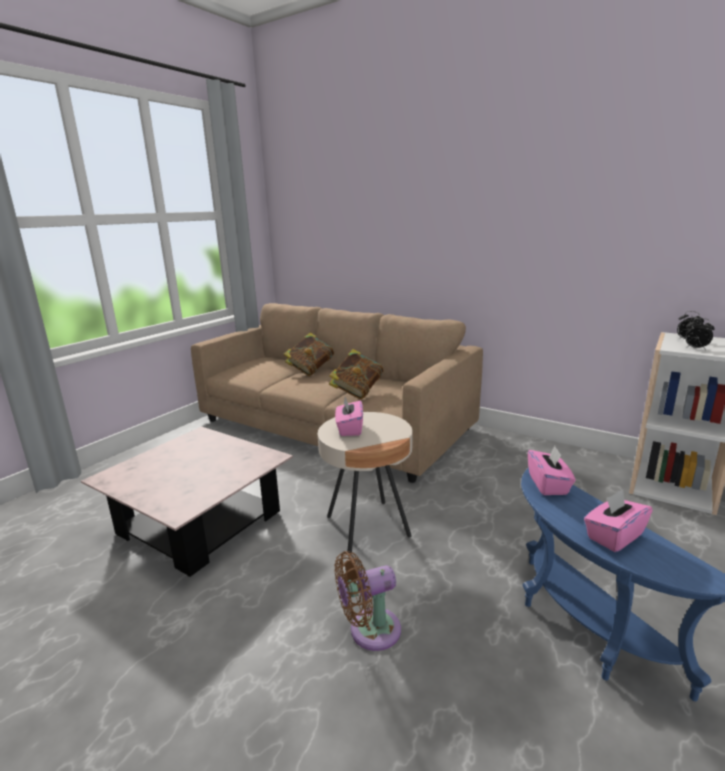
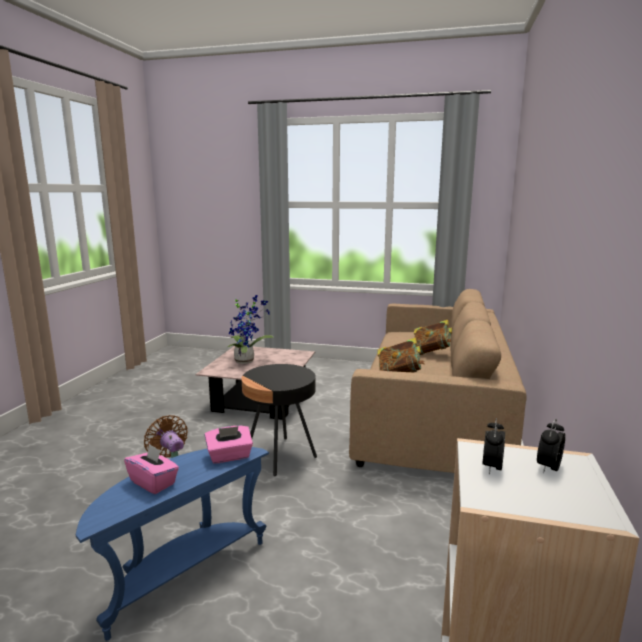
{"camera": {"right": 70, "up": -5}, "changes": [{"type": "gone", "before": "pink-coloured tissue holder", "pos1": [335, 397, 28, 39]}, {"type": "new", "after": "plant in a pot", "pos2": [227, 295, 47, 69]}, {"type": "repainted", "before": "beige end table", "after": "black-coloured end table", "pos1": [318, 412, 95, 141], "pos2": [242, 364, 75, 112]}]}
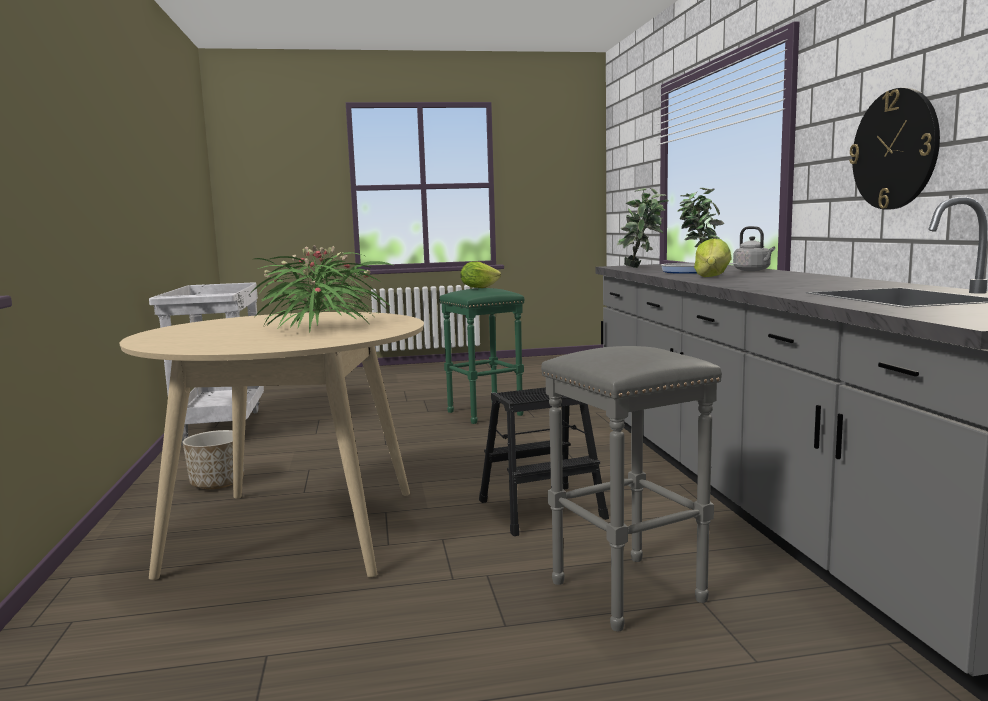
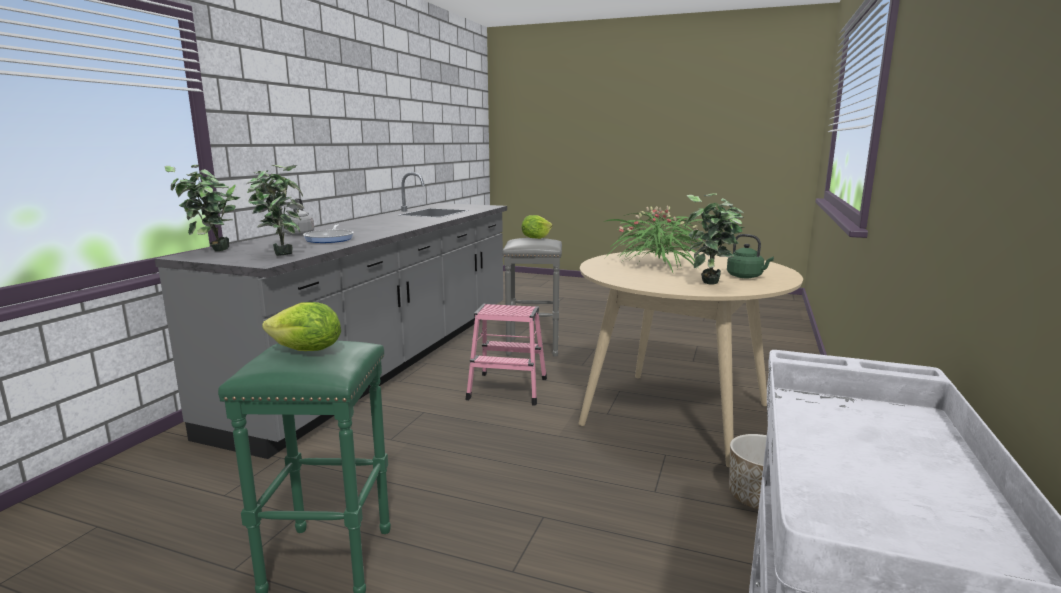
{"camera": {"right": -150, "up": 5}, "changes": [{"type": "gone", "before": "wall clock", "pos1": [849, 88, 91, 122]}, {"type": "new", "after": "plant in a pot", "pos2": [685, 193, 60, 92]}, {"type": "new", "after": "greenish tea kettle", "pos2": [727, 234, 47, 44]}, {"type": "shifted", "before": "lettuce head", "pos1": [694, 238, 38, 39], "pos2": [521, 215, 32, 24]}, {"type": "repainted", "before": "black-coloured step ladder", "after": "pink-coloured step ladder", "pos1": [479, 387, 130, 149], "pos2": [465, 304, 82, 102]}]}
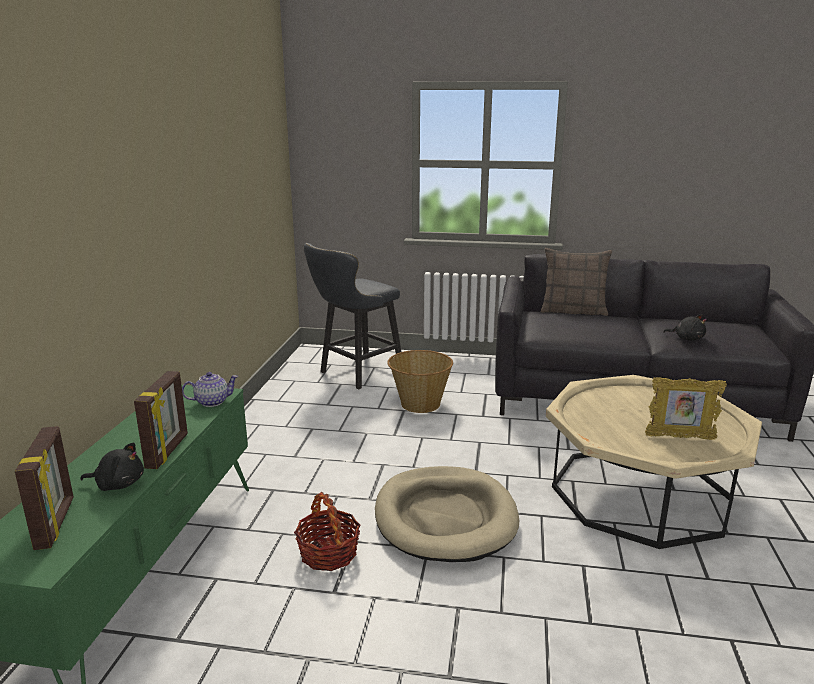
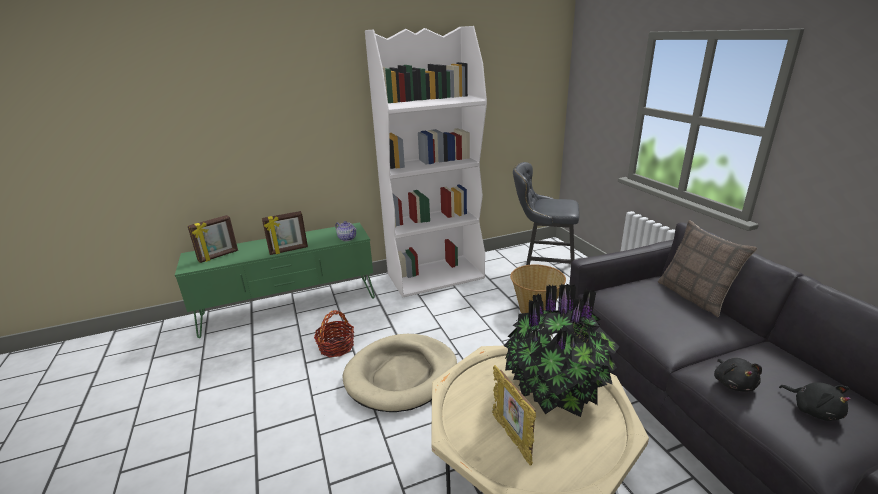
{"camera": {"right": 60, "up": 5}, "changes": [{"type": "new", "after": "white-coloured bookshelf", "pos2": [365, 26, 122, 272]}, {"type": "new", "after": "plant in a pot", "pos2": [503, 284, 117, 133]}, {"type": "shifted", "before": "black-coloured plush toy", "pos1": [80, 442, 64, 49], "pos2": [779, 382, 72, 39]}]}
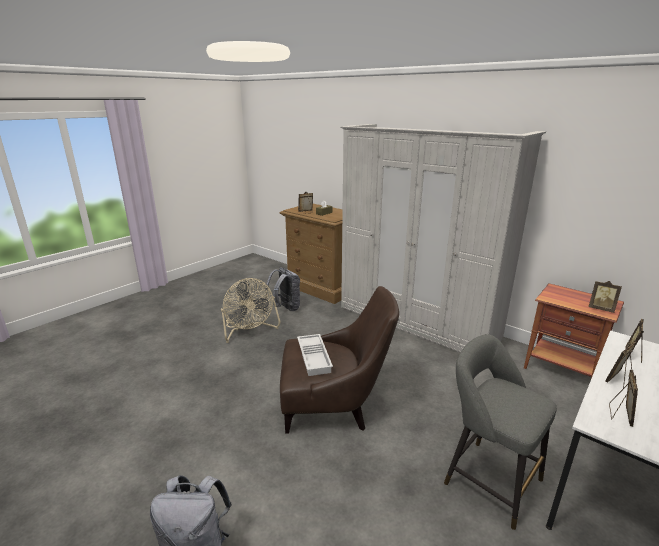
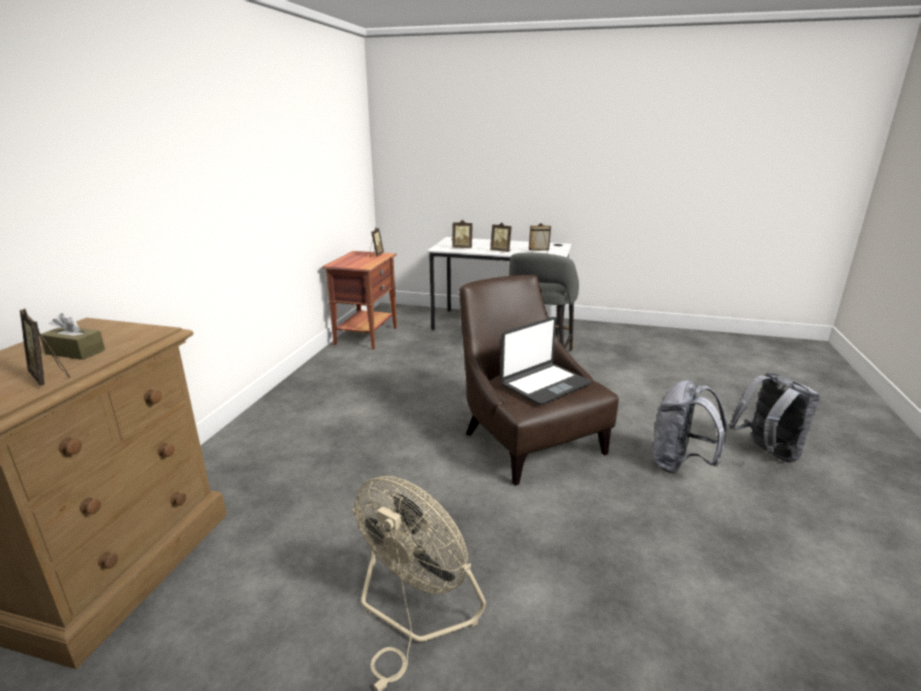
{"camera": {"right": -115, "up": 0}, "changes": [{"type": "gone", "before": "white-coloured wardrobe", "pos1": [340, 124, 206, 229]}, {"type": "shifted", "before": "greyish backpack", "pos1": [265, 268, 35, 43], "pos2": [653, 380, 74, 93]}, {"type": "swapped", "before": "white-coloured carrying tray", "after": "portable computer", "pos1": [297, 334, 36, 42], "pos2": [500, 317, 92, 88]}]}
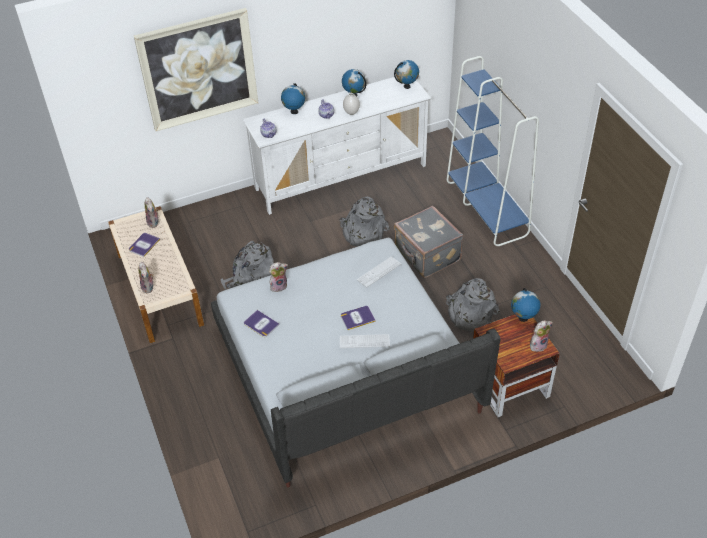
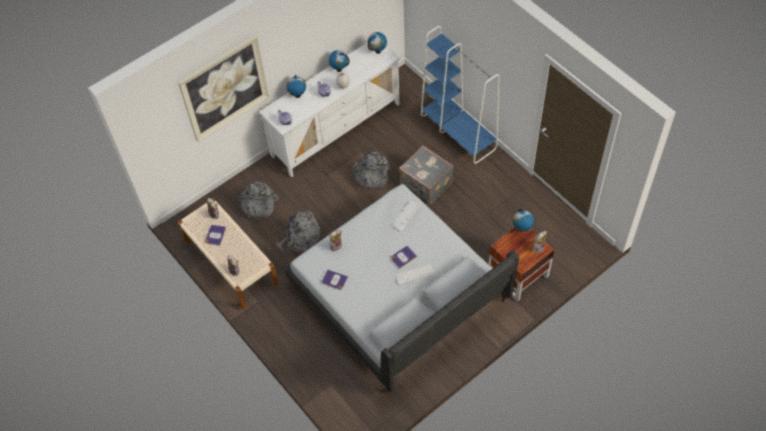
{"camera": {"right": -15, "up": 10}, "changes": [{"type": "shifted", "before": "greyish backpack", "pos1": [446, 278, 54, 54], "pos2": [237, 181, 42, 38]}]}
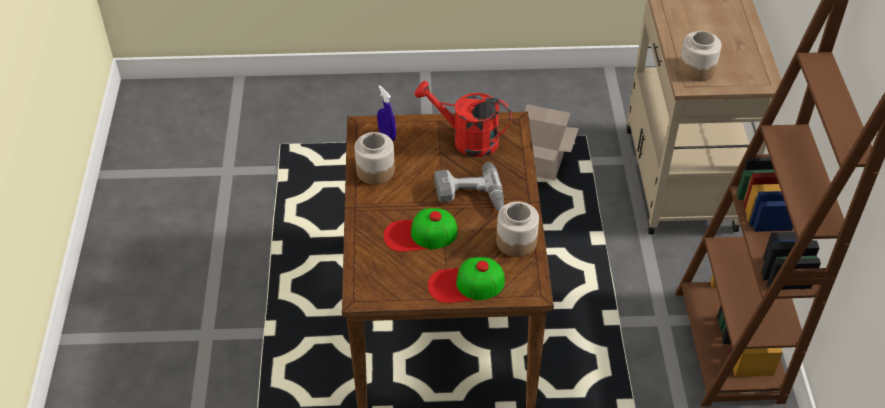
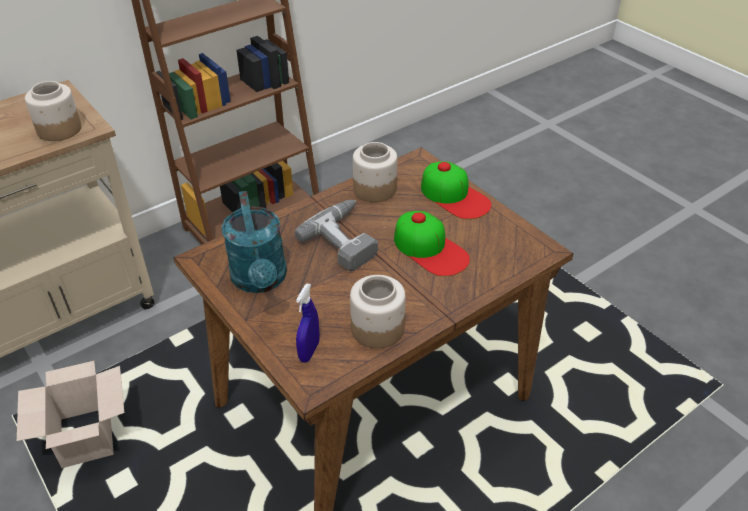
{"camera": {"right": -125, "up": -5}, "changes": [{"type": "repainted", "before": "reddish watering can", "after": "blue-green watering can", "pos1": [415, 81, 97, 76], "pos2": [221, 191, 66, 102]}]}
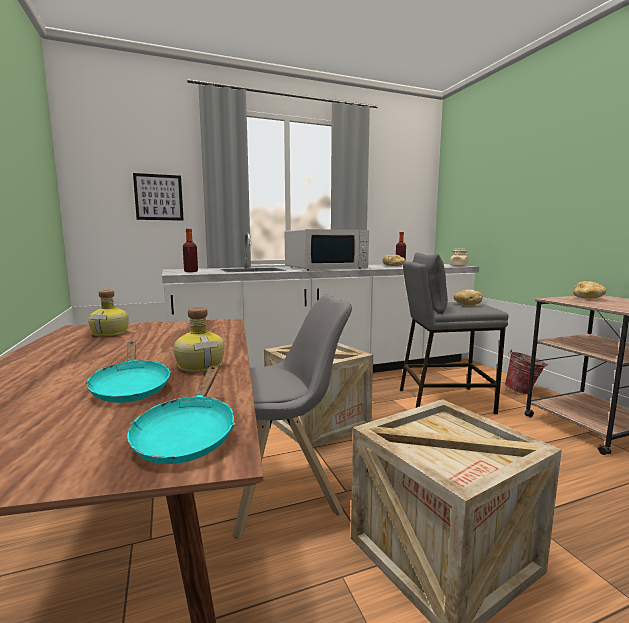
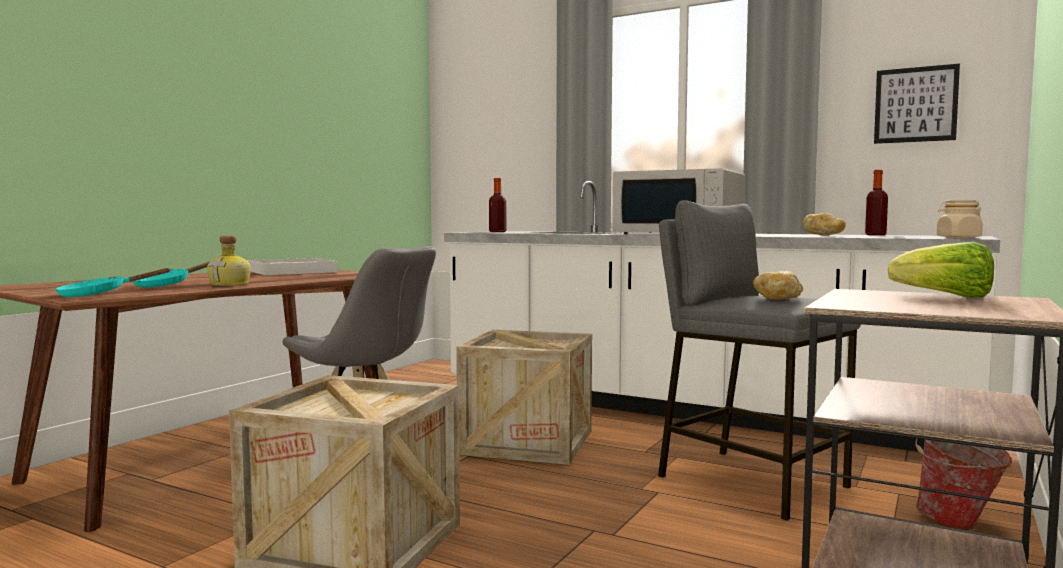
{"camera": {"right": 50, "up": -5}, "changes": [{"type": "shifted", "before": "wall picture", "pos1": [133, 173, 51, 48], "pos2": [874, 64, 86, 80]}, {"type": "swapped", "before": "beverage bottle", "after": "white-coloured carrying tray", "pos1": [88, 290, 41, 46], "pos2": [247, 258, 91, 17]}, {"type": "swapped", "before": "bakery bread", "after": "lettuce head", "pos1": [573, 281, 33, 18], "pos2": [888, 242, 106, 56]}]}
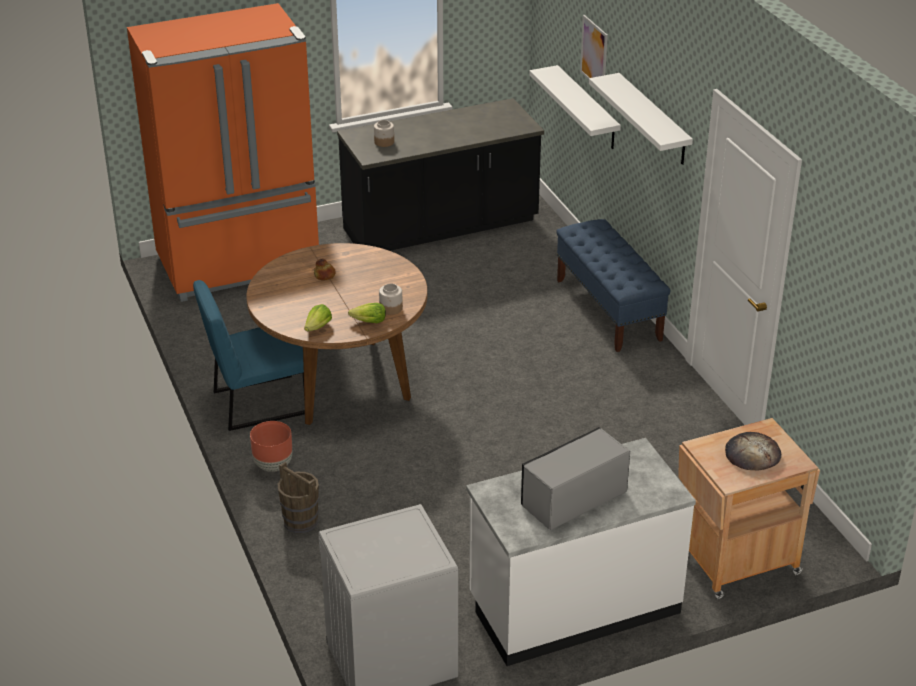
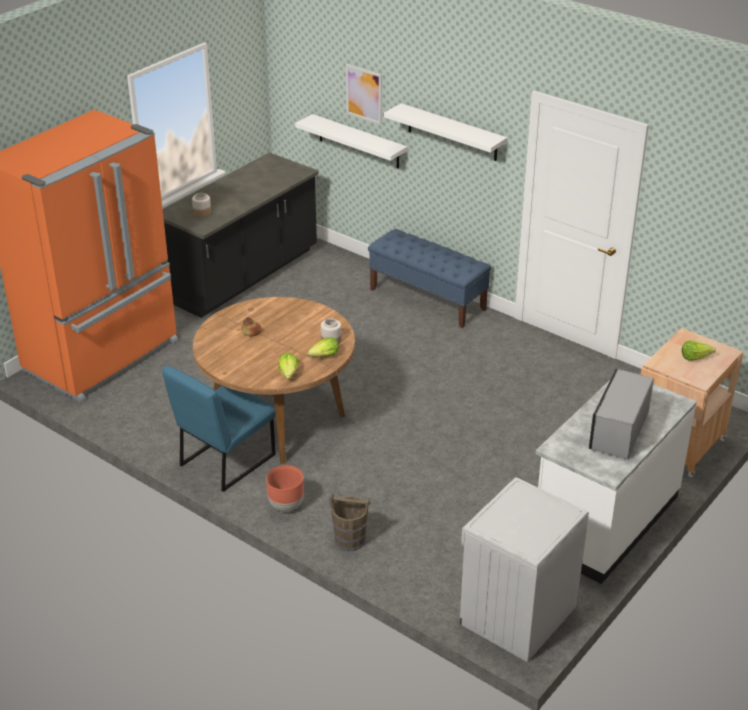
{"camera": {"right": -30, "up": 0}, "changes": [{"type": "swapped", "before": "bakery bread", "after": "lettuce head", "pos1": [725, 432, 56, 39], "pos2": [682, 341, 34, 20]}]}
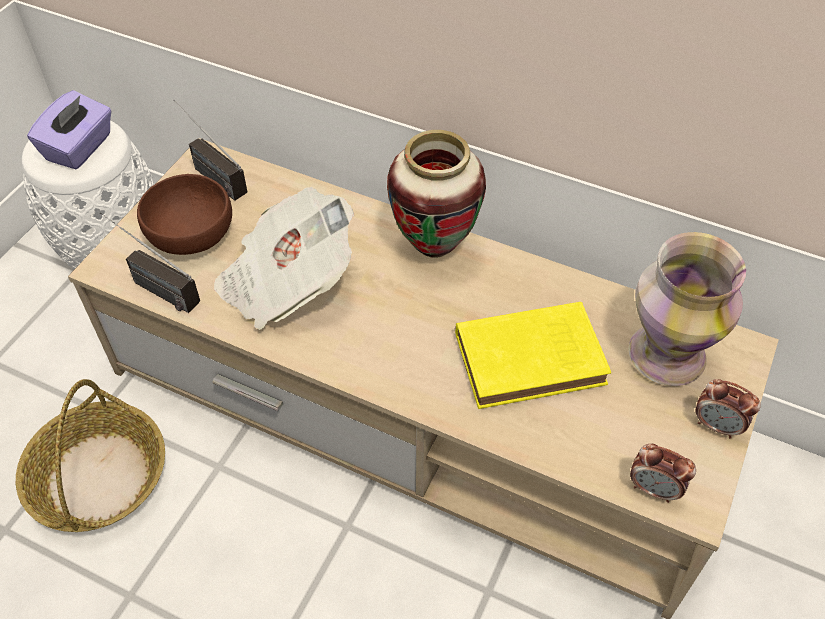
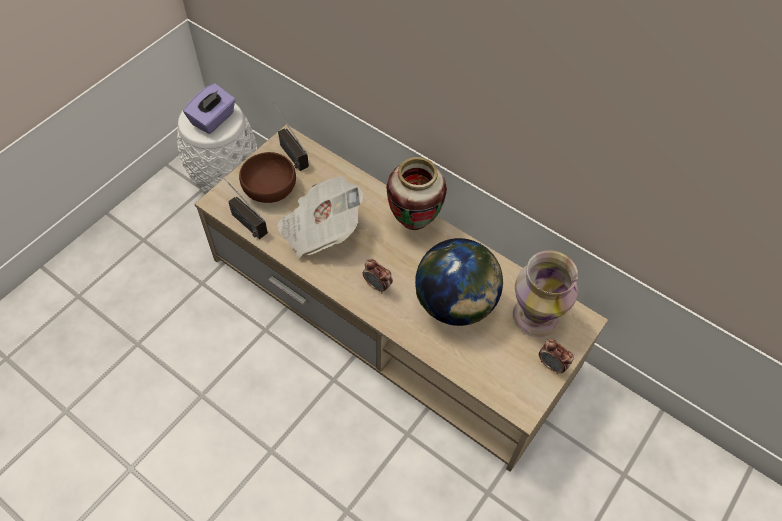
{"camera": {"right": 10, "up": 5}, "changes": [{"type": "gone", "before": "storage basket", "pos1": [16, 379, 149, 153]}, {"type": "shifted", "before": "table clock", "pos1": [630, 444, 66, 59], "pos2": [363, 259, 30, 34]}, {"type": "swapped", "before": "yellowish volume", "after": "desk globe", "pos1": [455, 302, 156, 107], "pos2": [415, 238, 88, 88]}]}
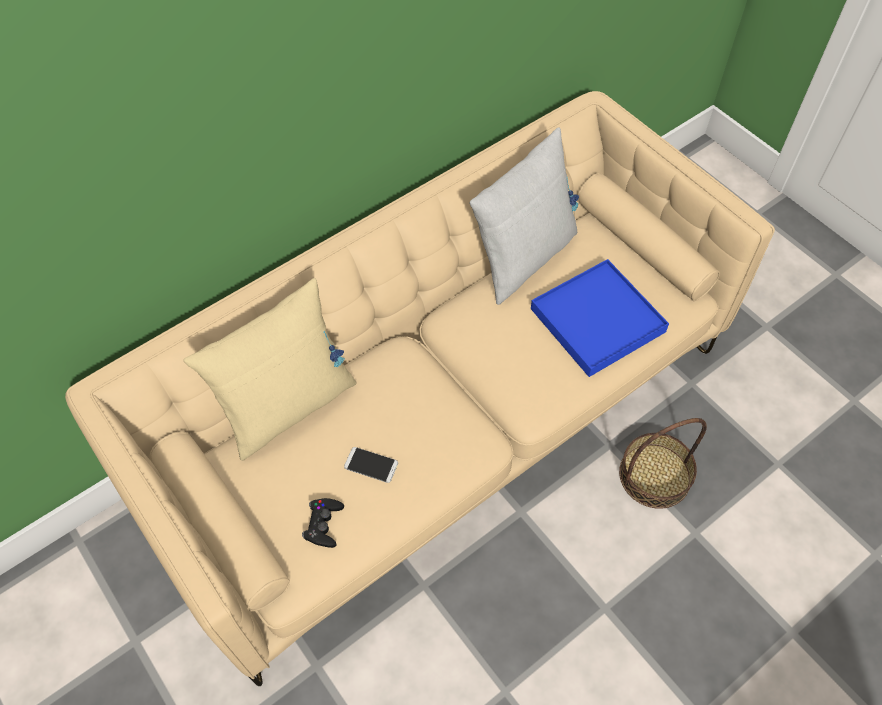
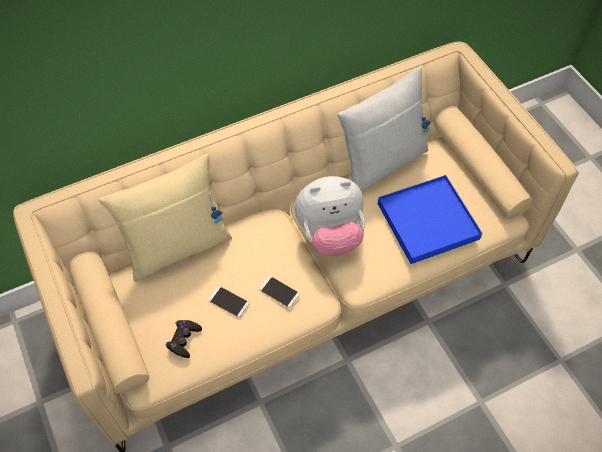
{"camera": {"right": 10, "up": 0}, "changes": [{"type": "gone", "before": "storage basket", "pos1": [619, 418, 88, 91]}, {"type": "new", "after": "handset", "pos2": [259, 276, 41, 32]}, {"type": "new", "after": "plush toy", "pos2": [294, 176, 71, 80]}]}
